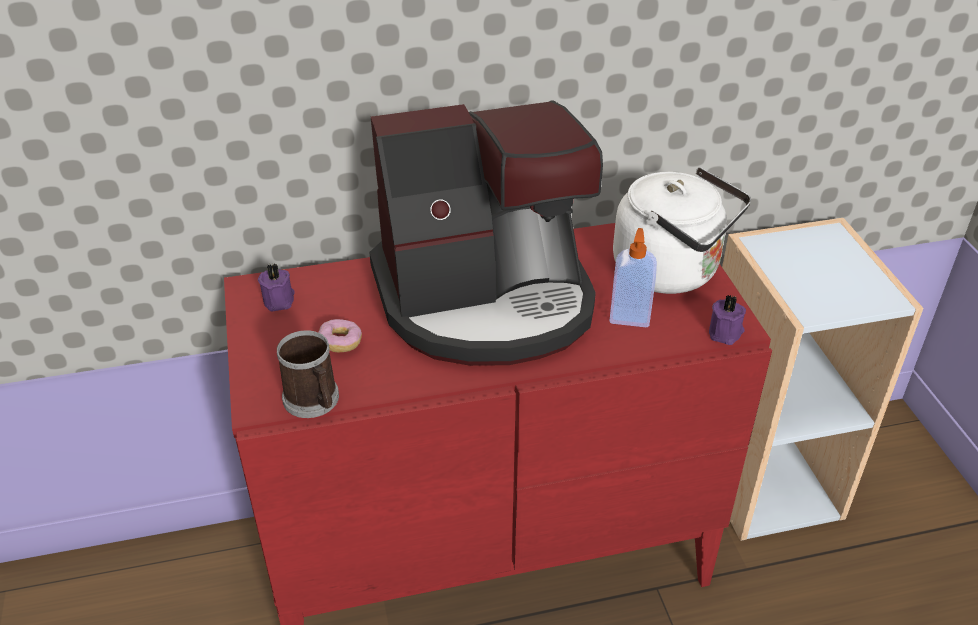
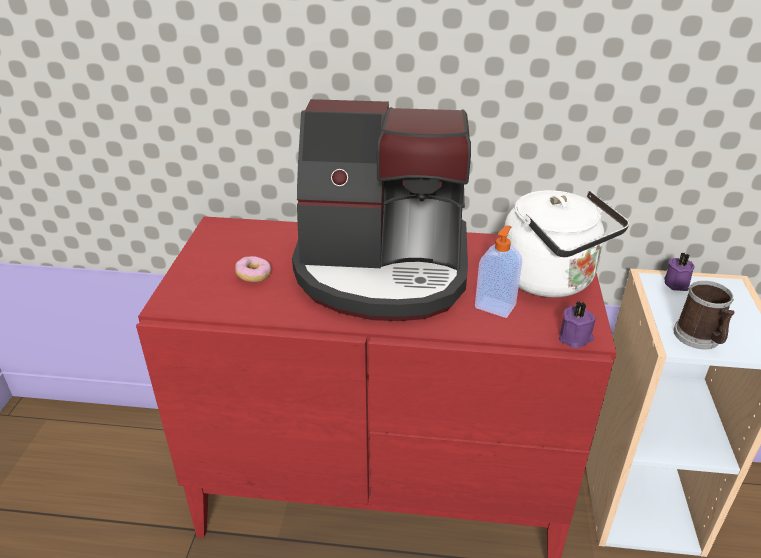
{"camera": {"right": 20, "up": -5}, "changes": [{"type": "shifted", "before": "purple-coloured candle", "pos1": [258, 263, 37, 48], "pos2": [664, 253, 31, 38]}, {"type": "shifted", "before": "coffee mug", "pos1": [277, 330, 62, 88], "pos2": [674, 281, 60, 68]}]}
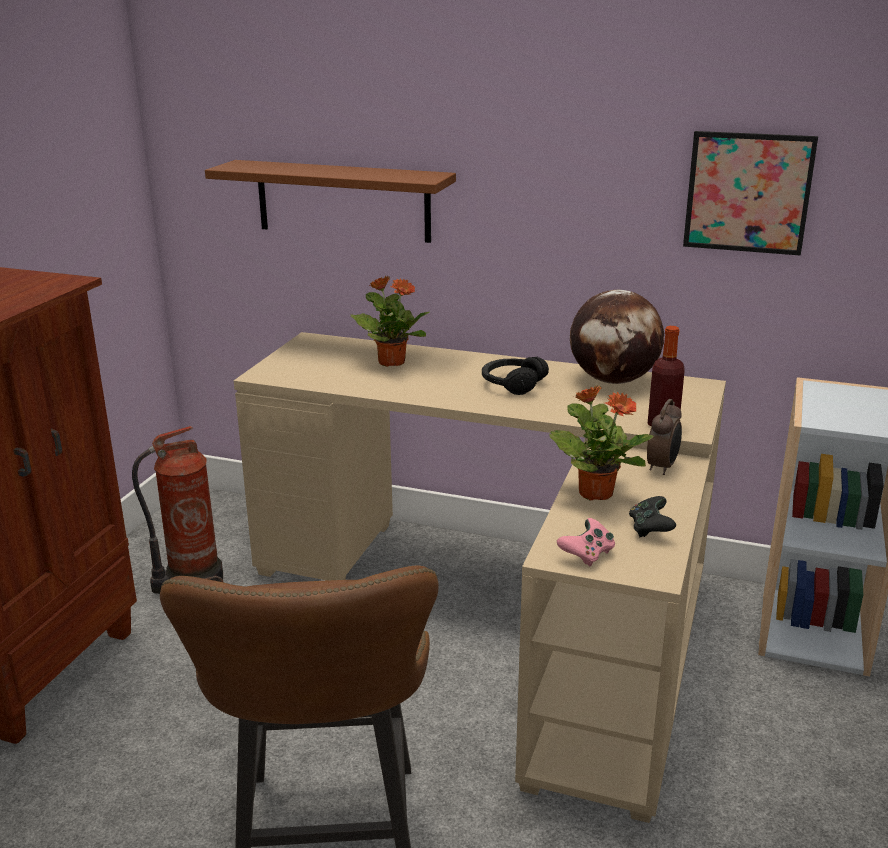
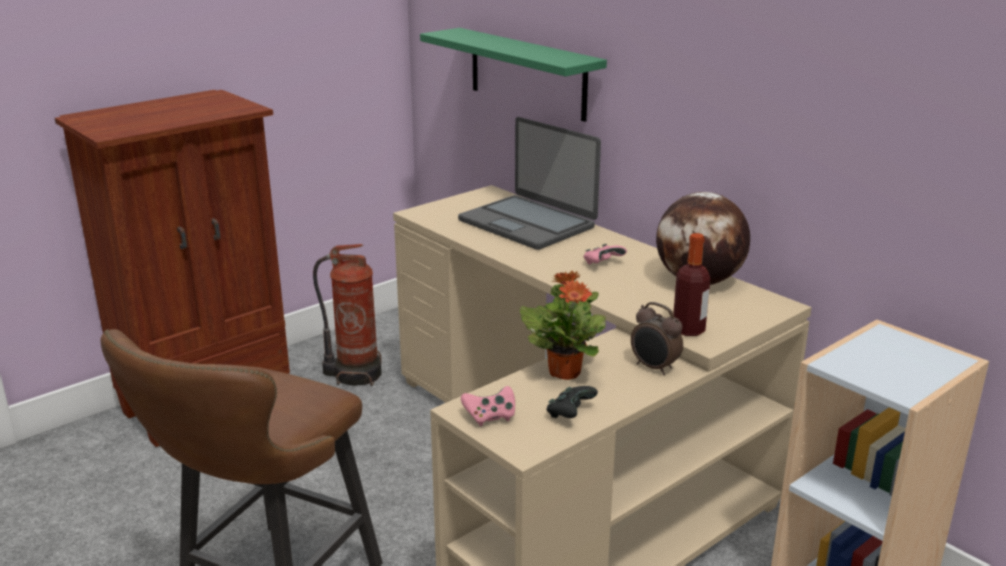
{"camera": {"right": 30, "up": 0}, "changes": [{"type": "gone", "before": "wall picture", "pos1": [683, 131, 135, 125]}, {"type": "swapped", "before": "plant in a pot", "after": "portable computer", "pos1": [351, 275, 79, 92], "pos2": [458, 117, 143, 133]}, {"type": "swapped", "before": "black-coloured headset", "after": "pink-coloured gamepad", "pos1": [482, 357, 67, 38], "pos2": [584, 244, 43, 21]}, {"type": "repainted", "before": "brown-coloured wall shelf", "after": "greenish wall shelf", "pos1": [205, 160, 251, 83], "pos2": [420, 28, 187, 94]}, {"type": "rotated", "before": "table clock", "pos1": [647, 399, 35, 76], "pos2": [631, 302, 52, 73], "turn": 75}]}
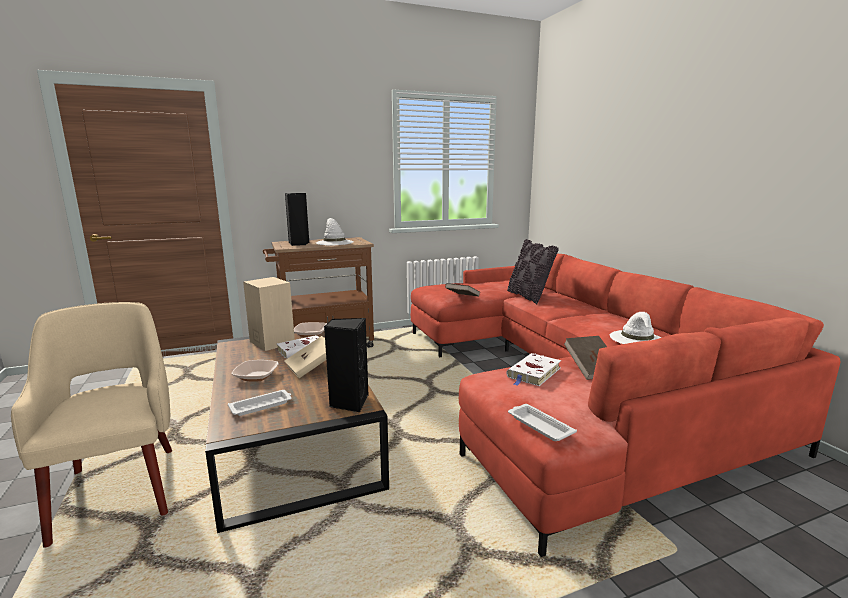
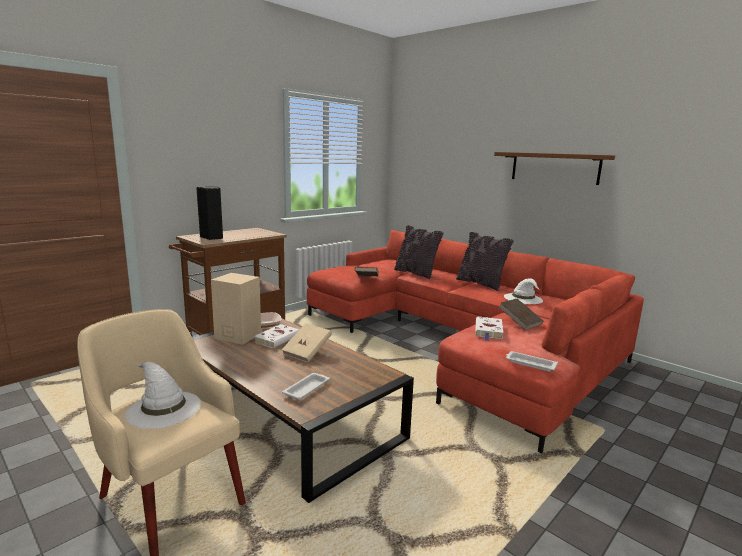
{"camera": {"right": -25, "up": 0}, "changes": [{"type": "gone", "before": "bowl", "pos1": [231, 360, 47, 22]}, {"type": "gone", "before": "black-coloured speaker", "pos1": [324, 318, 45, 94]}, {"type": "new", "after": "black-coloured throw pillow", "pos2": [456, 232, 58, 59]}, {"type": "new", "after": "brown-coloured wall shelf", "pos2": [494, 152, 121, 33]}, {"type": "shifted", "before": "white-coloured wearable hat", "pos1": [316, 218, 38, 28], "pos2": [125, 362, 76, 67]}]}
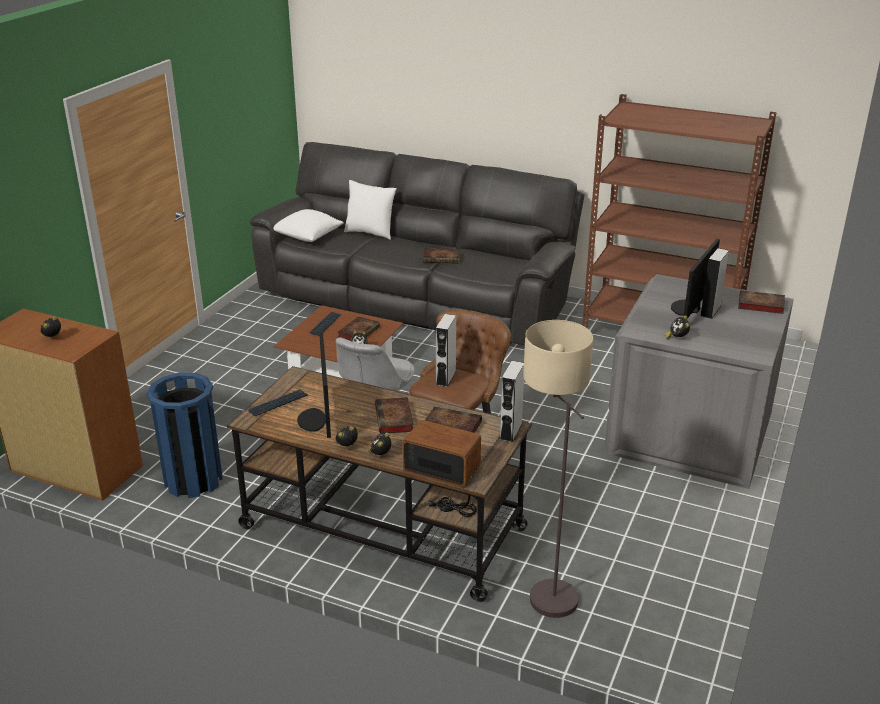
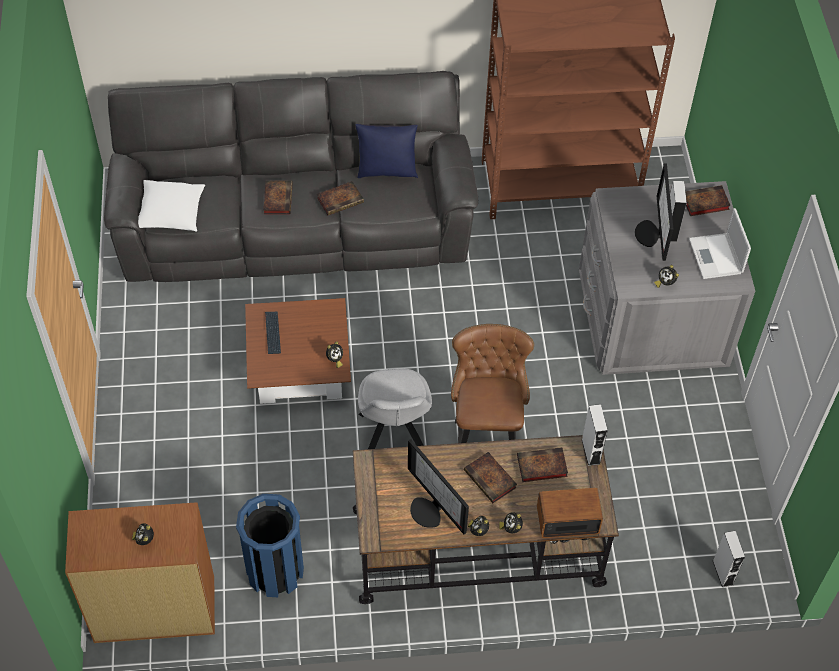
{"camera": {"right": -30, "up": 25}, "changes": [{"type": "gone", "before": "keyboard", "pos1": [248, 389, 60, 27]}, {"type": "gone", "before": "white-coloured throw pillow", "pos1": [344, 180, 53, 60]}, {"type": "gone", "before": "beige floor lamp", "pos1": [523, 320, 70, 298]}, {"type": "new", "after": "bluish throw pillow", "pos2": [355, 124, 63, 54]}, {"type": "new", "after": "portable computer", "pos2": [689, 208, 62, 71]}, {"type": "shifted", "before": "volume", "pos1": [338, 317, 42, 23], "pos2": [263, 180, 30, 34]}, {"type": "shifted", "before": "greyish speaker", "pos1": [436, 314, 20, 73], "pos2": [713, 531, 32, 56]}]}
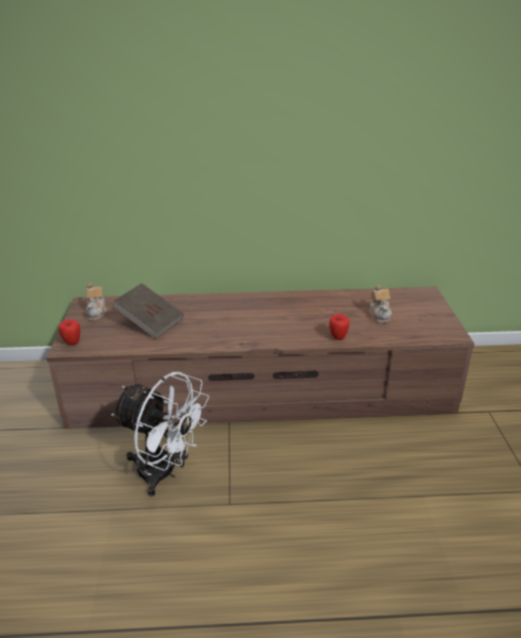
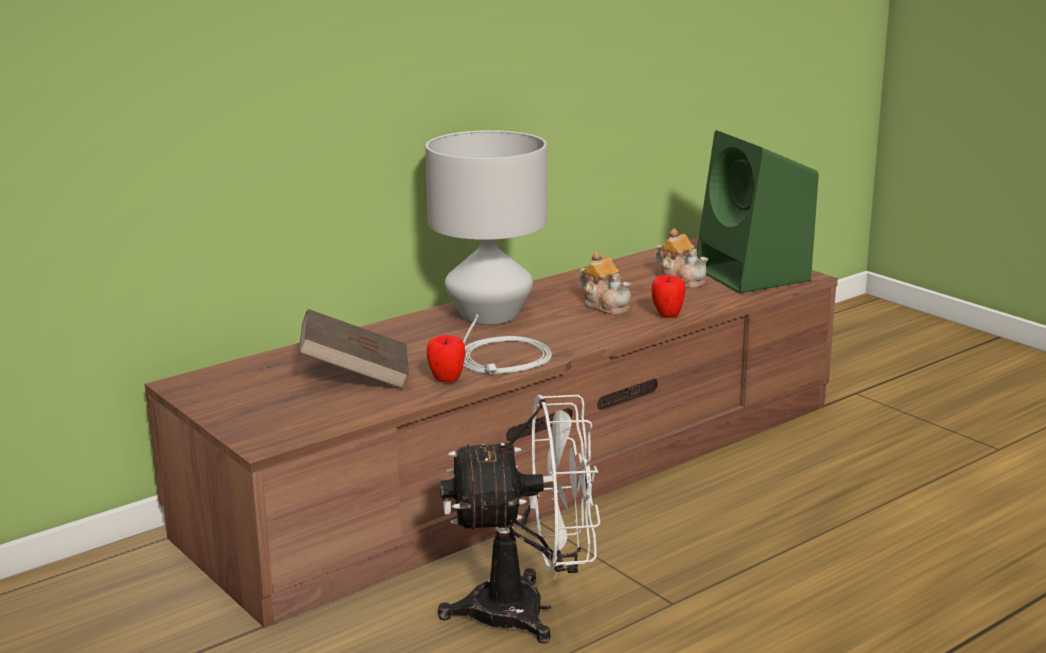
{"camera": {"right": -35, "up": -10}, "changes": [{"type": "new", "after": "greyish table lamp", "pos2": [425, 130, 127, 246]}, {"type": "new", "after": "greenish speaker", "pos2": [697, 130, 122, 163]}, {"type": "shifted", "before": "whole apple", "pos1": [59, 320, 21, 25], "pos2": [427, 335, 38, 47]}, {"type": "shifted", "before": "pot for tea", "pos1": [85, 283, 23, 38], "pos2": [579, 251, 52, 64]}]}
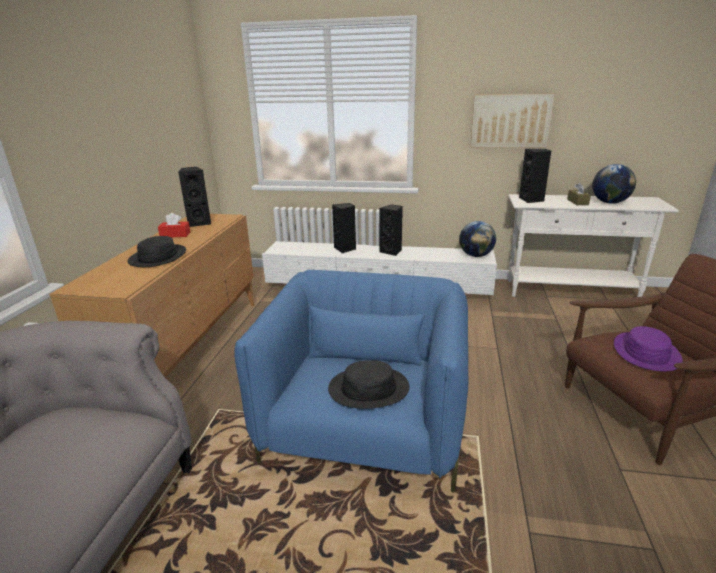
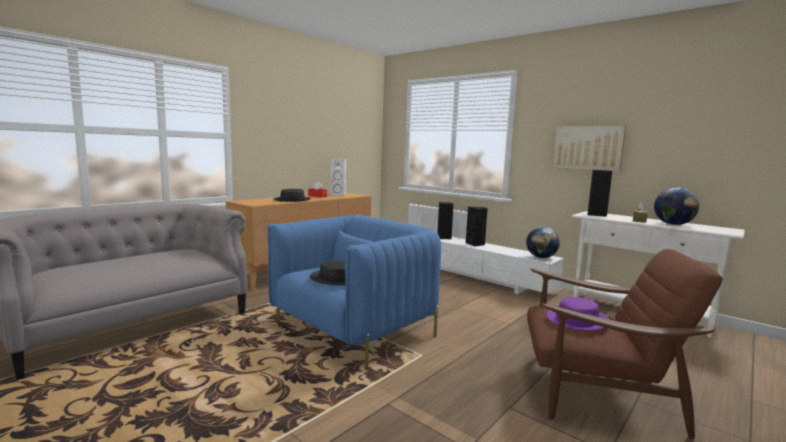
{"camera": {"right": 30, "up": -15}, "changes": [{"type": "repainted", "before": "black-coloured speaker", "after": "white-coloured speaker", "pos1": [178, 167, 33, 60], "pos2": [330, 159, 16, 37]}]}
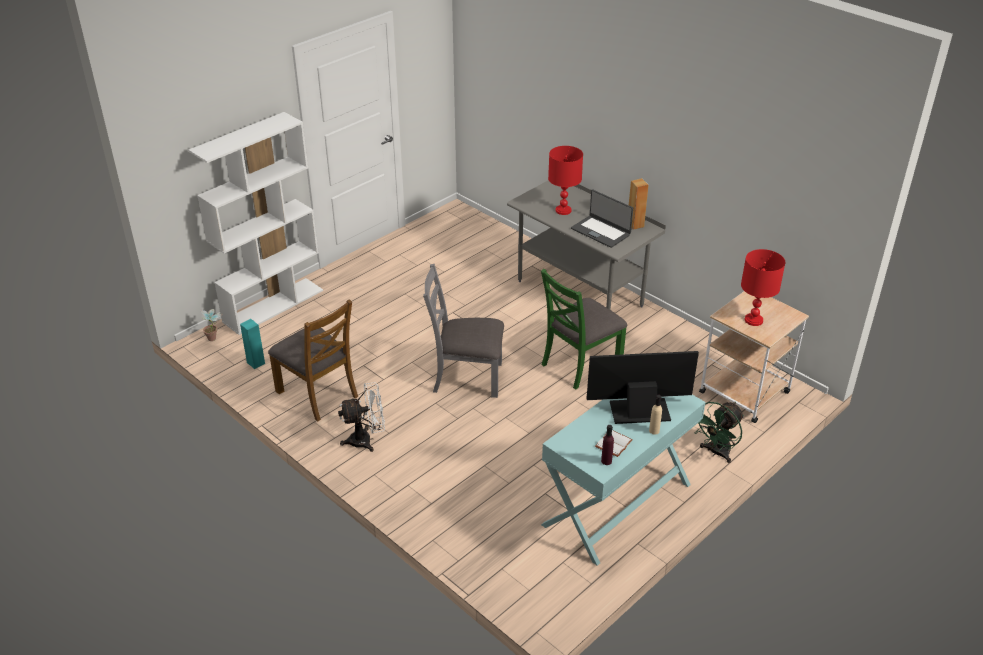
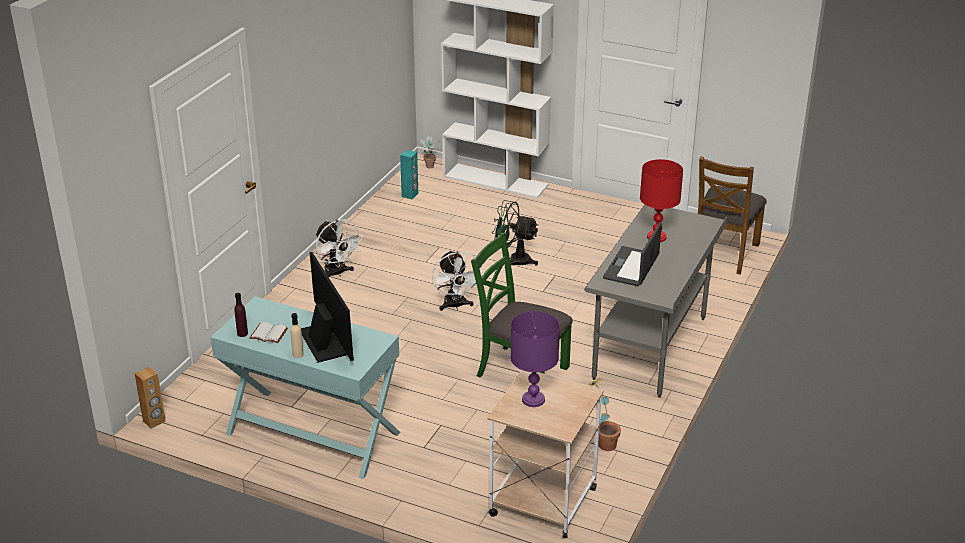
{"camera": {"right": 70, "up": -5}, "changes": [{"type": "new", "after": "plant in a pot", "pos2": [589, 377, 32, 74]}, {"type": "shifted", "before": "brown-coloured plain chair", "pos1": [268, 299, 90, 123], "pos2": [698, 156, 69, 119]}, {"type": "shifted", "before": "brown-coloured speaker", "pos1": [629, 178, 20, 52], "pos2": [134, 367, 32, 62]}, {"type": "shifted", "before": "greenish cooling fan", "pos1": [695, 402, 49, 61], "pos2": [492, 200, 46, 66]}, {"type": "swapped", "before": "greyish plain chair", "after": "white-coloured cooling fan", "pos1": [423, 264, 81, 134], "pos2": [432, 250, 51, 61]}, {"type": "repainted", "before": "reddish table lamp", "after": "purple-coloured table lamp", "pos1": [741, 249, 44, 77], "pos2": [510, 311, 50, 96]}]}
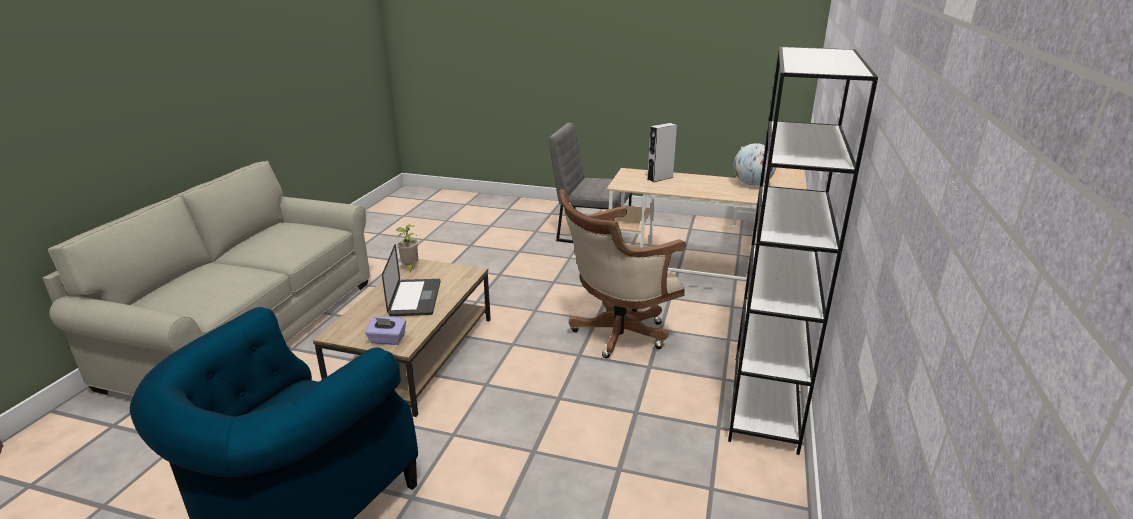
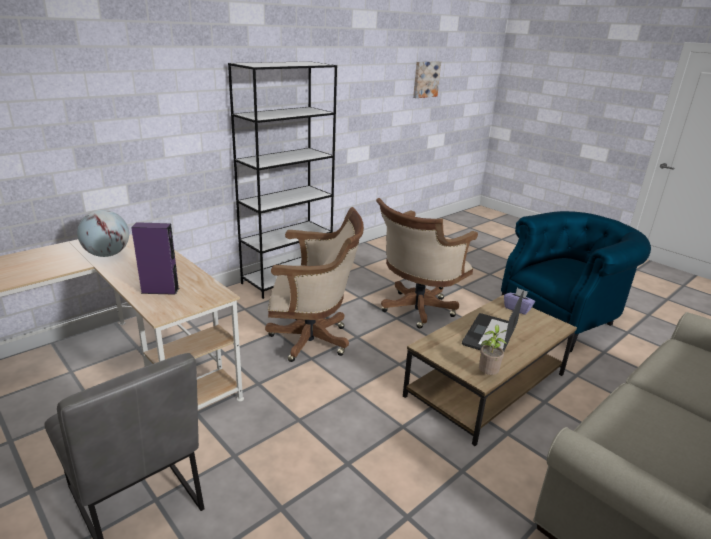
{"camera": {"right": -150, "up": 0}, "changes": [{"type": "new", "after": "desk chair", "pos2": [376, 198, 102, 131]}, {"type": "new", "after": "wall picture", "pos2": [413, 61, 28, 37]}, {"type": "repainted", "before": "greyish speaker", "after": "purple-coloured speaker", "pos1": [647, 123, 30, 59], "pos2": [131, 222, 48, 73]}]}
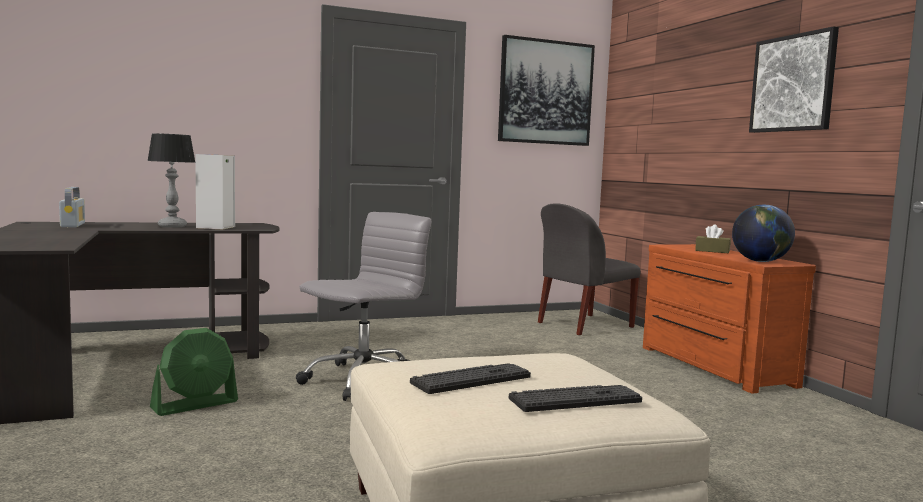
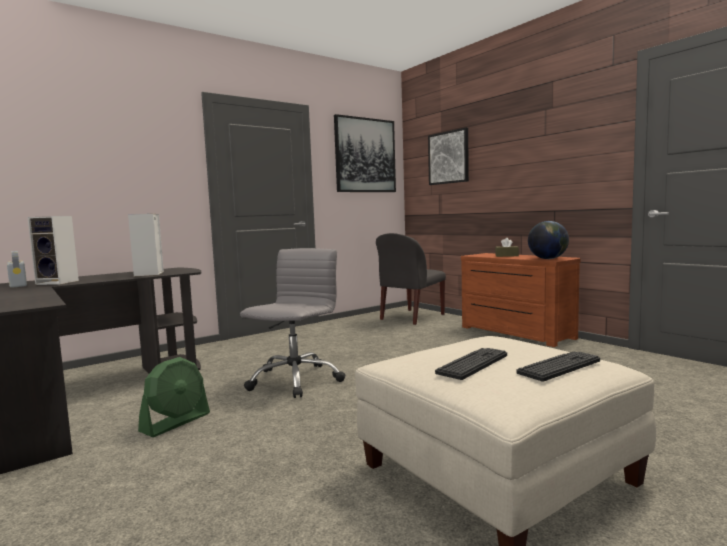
{"camera": {"right": -15, "up": 0}, "changes": [{"type": "gone", "before": "table lamp", "pos1": [147, 133, 49, 95]}, {"type": "new", "after": "speaker", "pos2": [28, 216, 51, 69]}, {"type": "shifted", "before": "wall picture", "pos1": [749, 26, 90, 107], "pos2": [428, 127, 41, 58]}]}
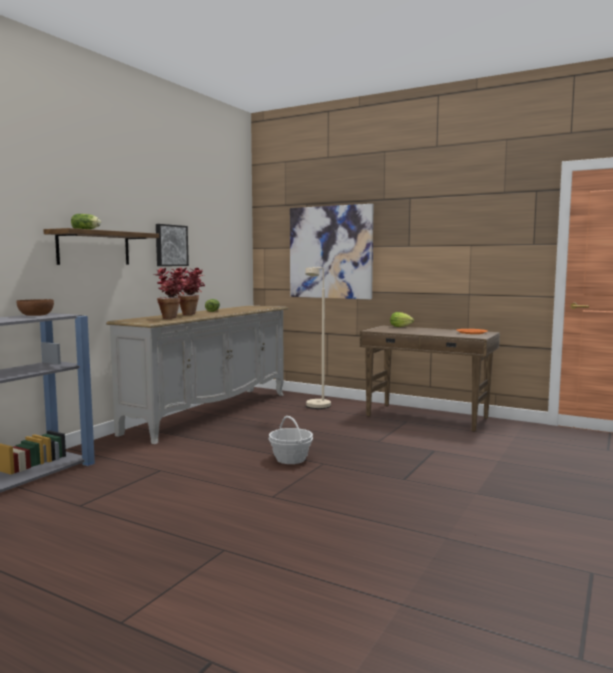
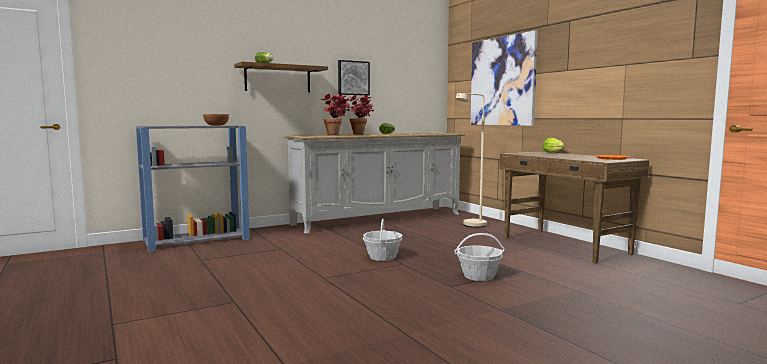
{"camera": {"right": 30, "up": 0}, "changes": [{"type": "new", "after": "storage basket", "pos2": [455, 233, 50, 48]}]}
